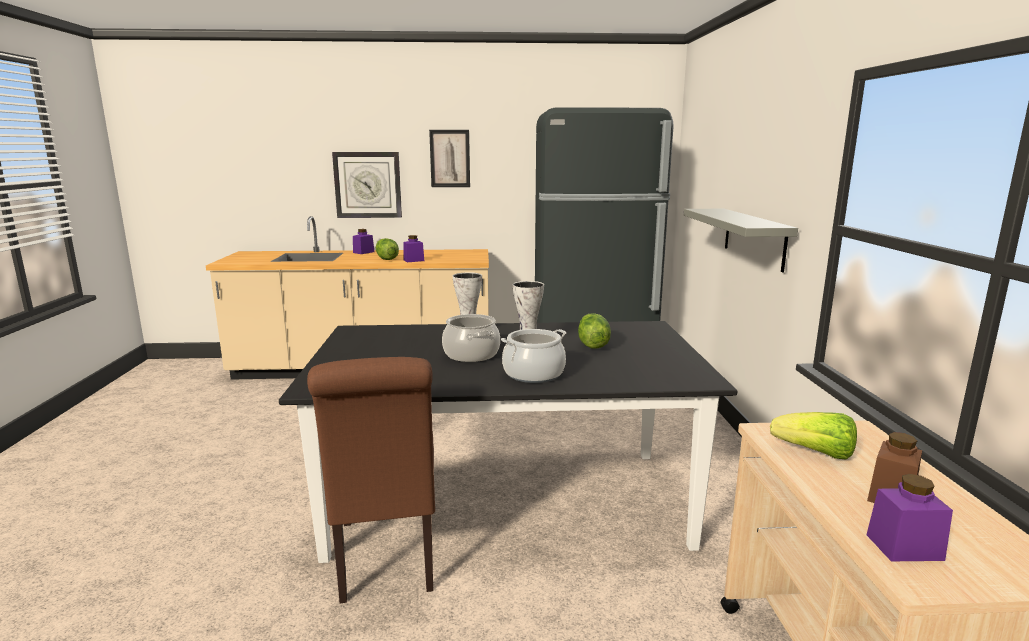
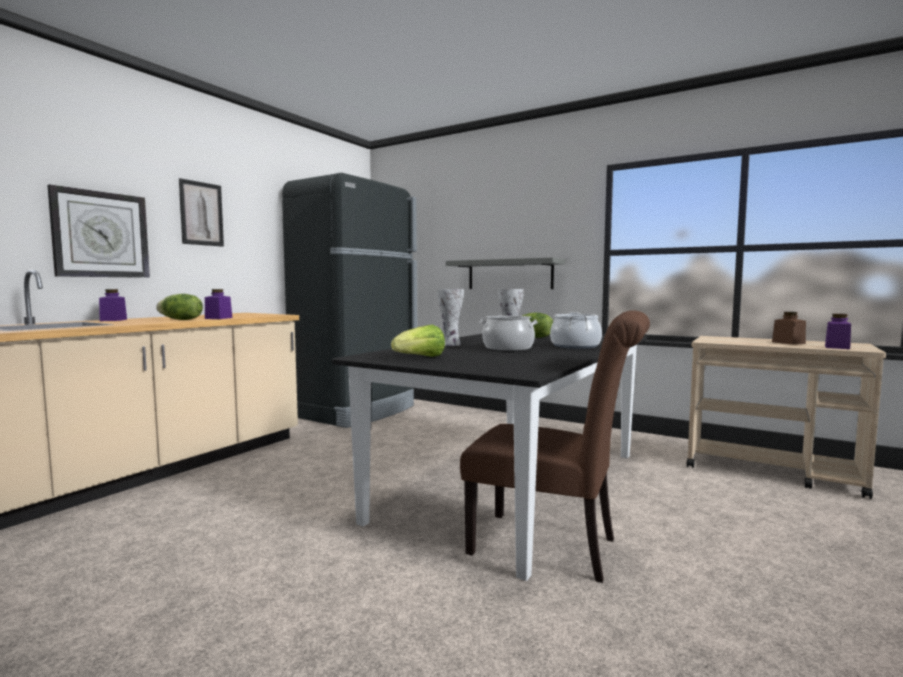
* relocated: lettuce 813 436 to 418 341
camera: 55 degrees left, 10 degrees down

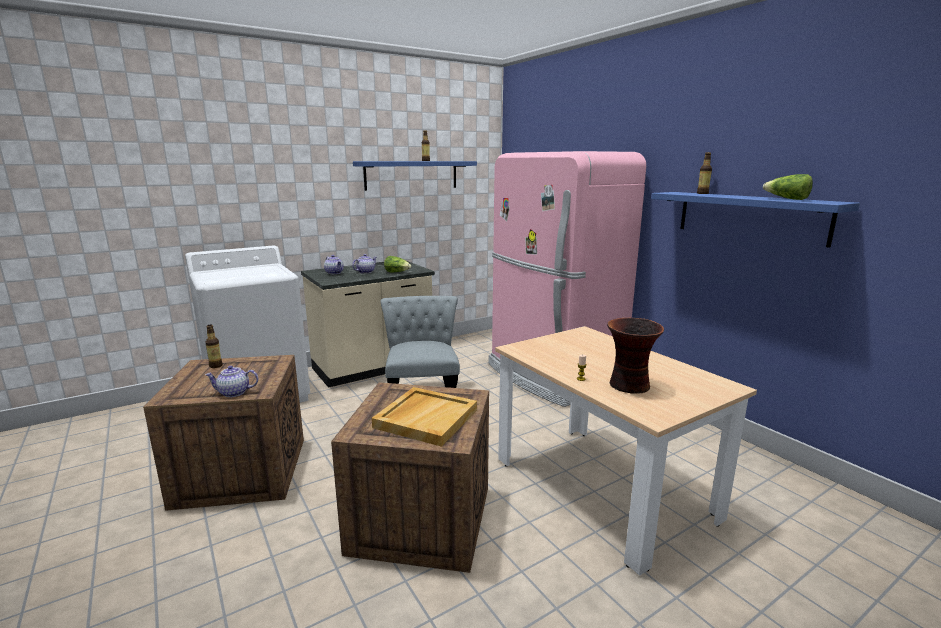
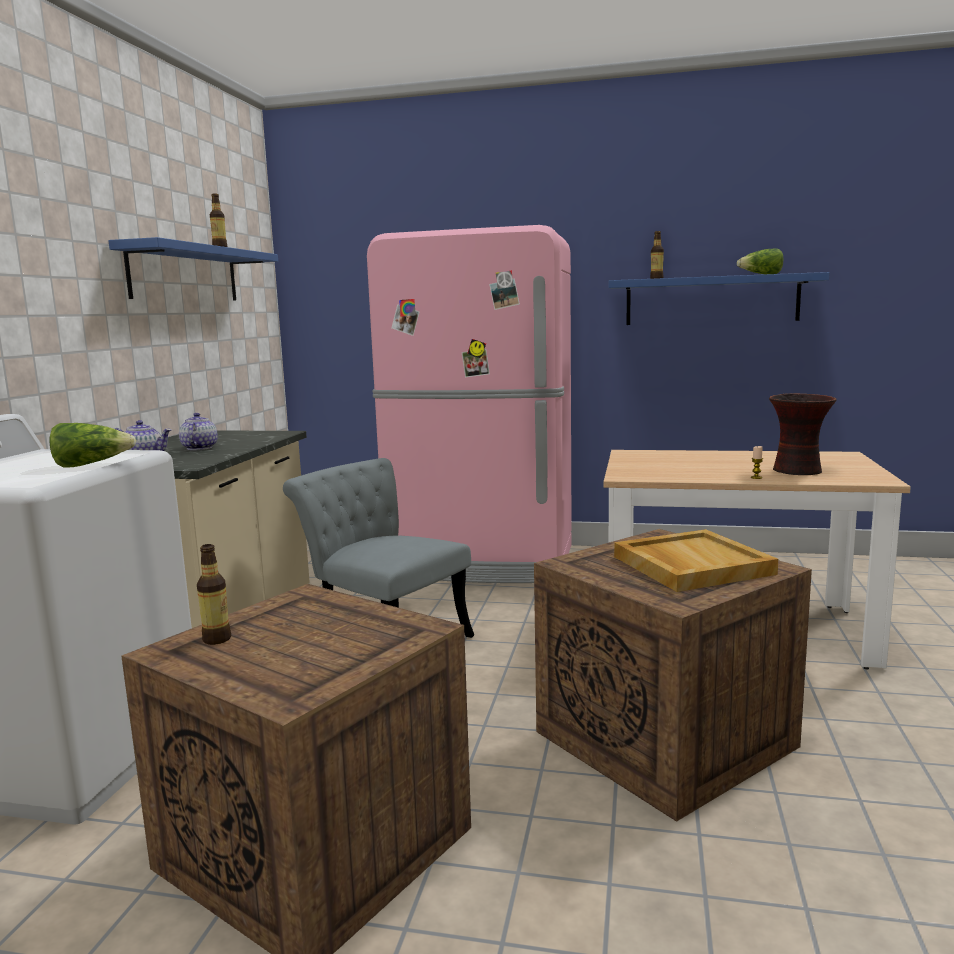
* missing: teapot 231 381
* relocated: lettuce 397 264 to 93 445
camera: 45 degrees left, 5 degrees down

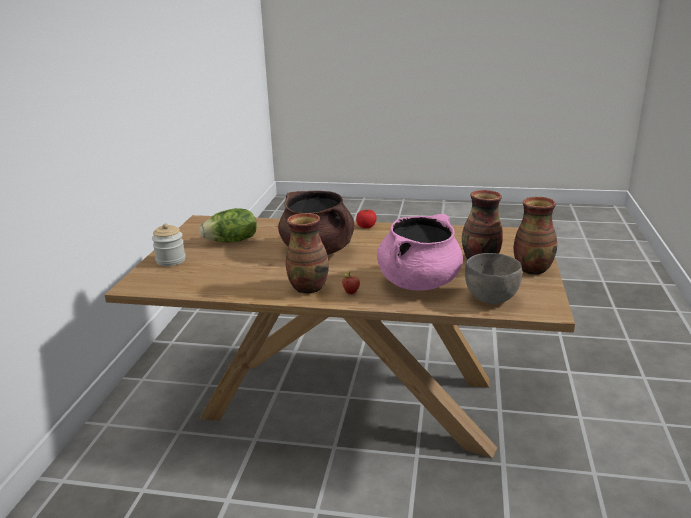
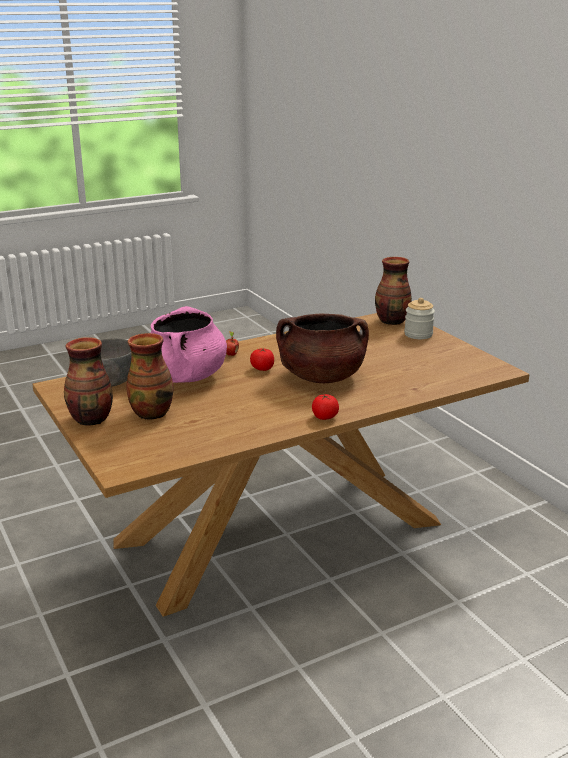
* missing: lettuce 228 225
* relocated: vase 307 253 to 393 291
* appeared: tomato 262 359
camera: 140 degrees right, 0 degrees up

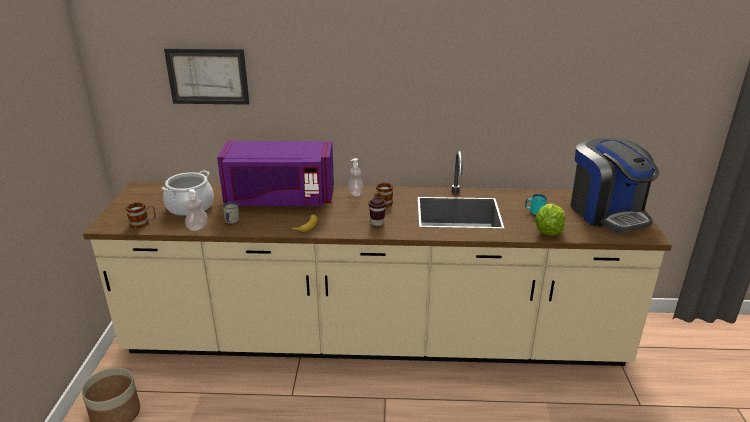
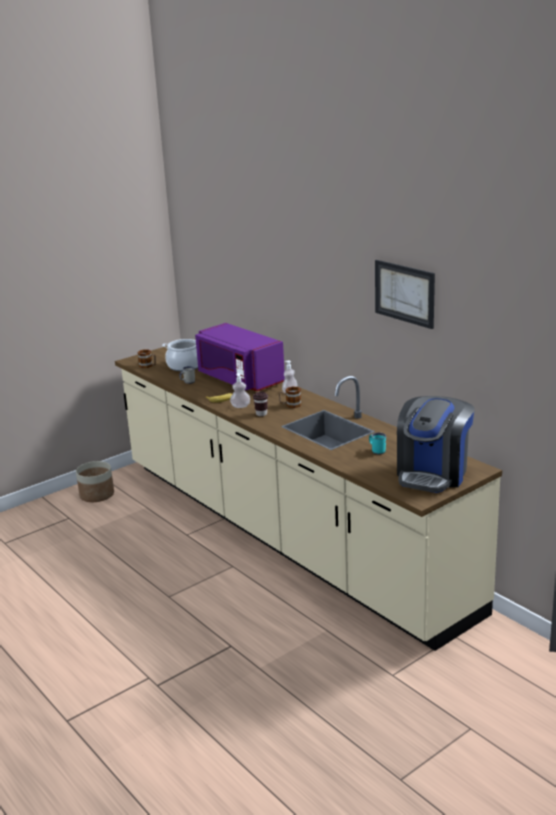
* relocated: picture 206 76 to 405 294
* relocated: soap_dispenser 196 210 to 240 390
* missing: lettuce 550 219
camera: 50 degrees right, 5 degrees down

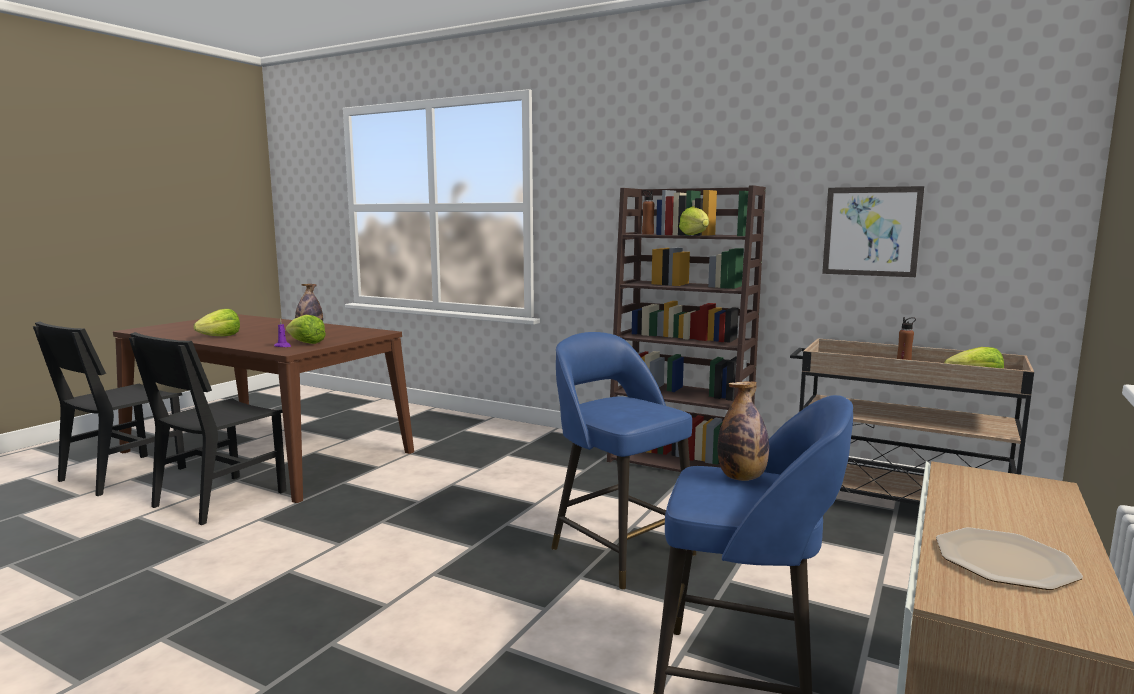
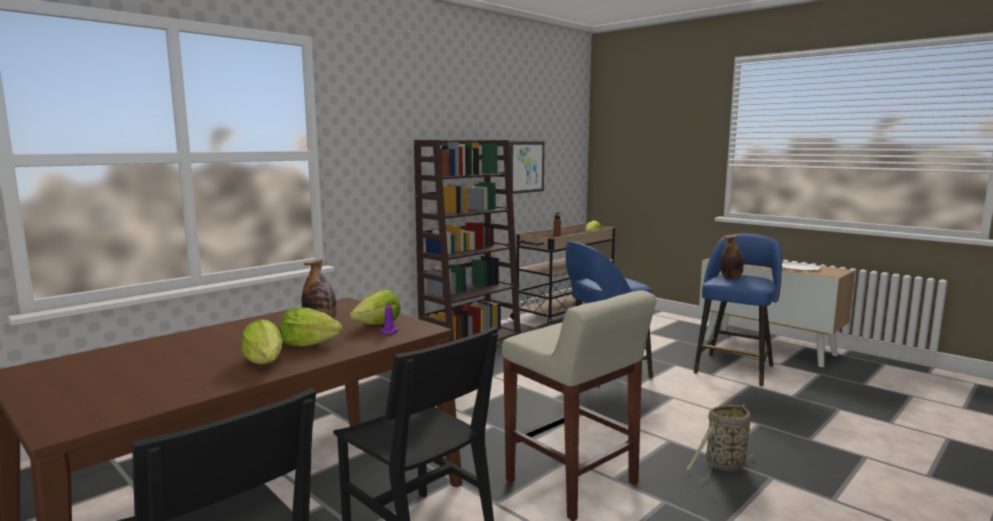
* relocated: lettuce 694 220 to 311 327
* appeared: beige_stool 579 405
* appeared: basket 719 442
camera: 75 degrees left, 0 degrees up

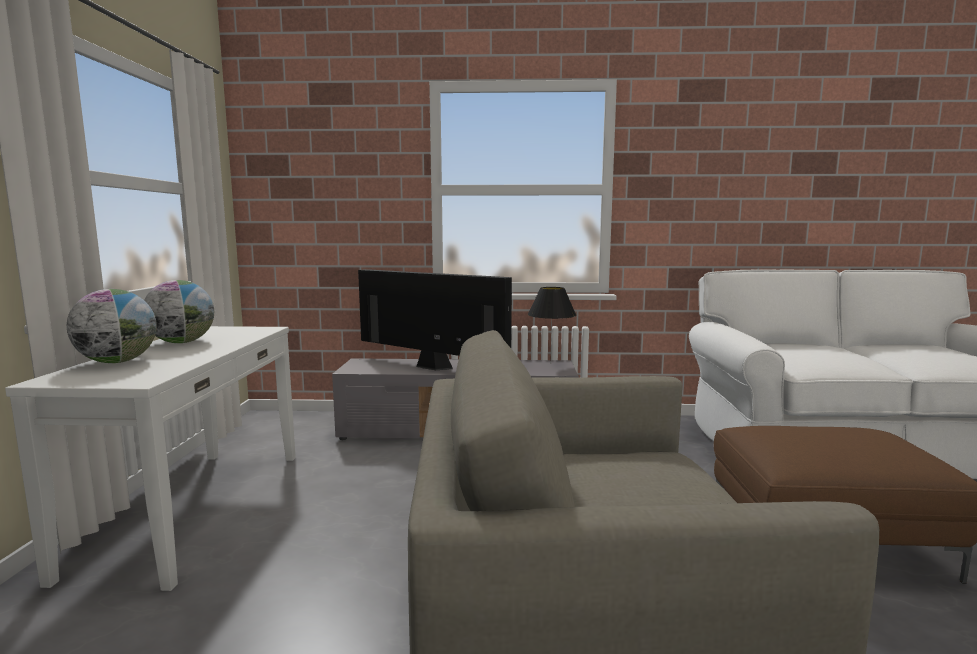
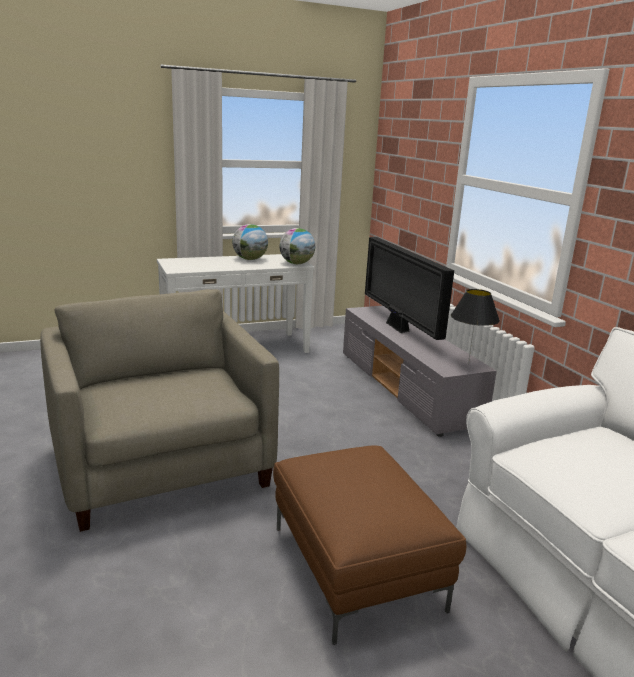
* relocated: globe 112 326 to 297 246
* spun: television 435 319 = 409 288 150 degrees clockwise
camera: 65 degrees right, 10 degrees up

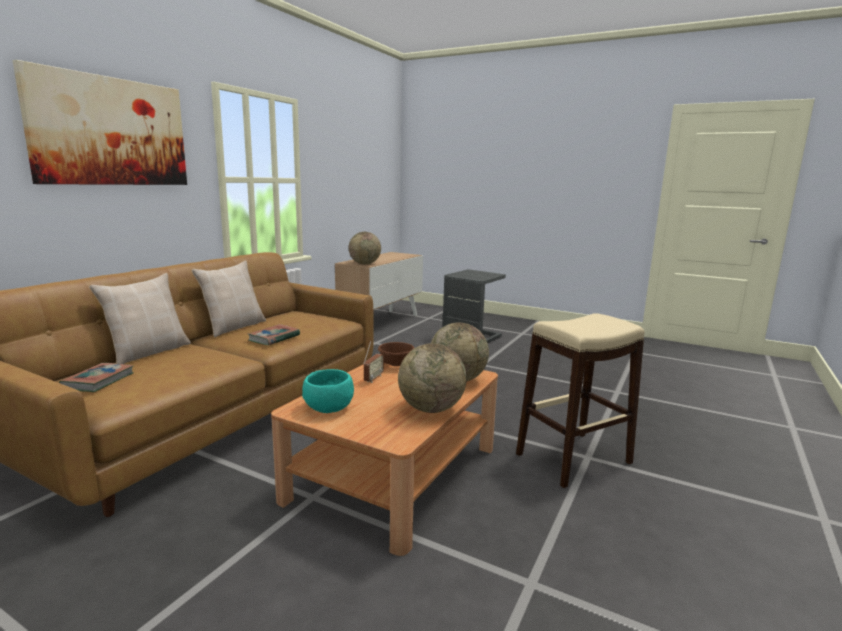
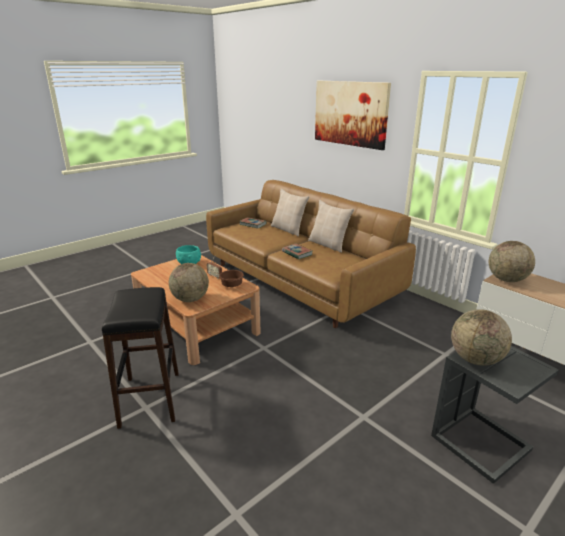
* relocated: globe 432 378 to 481 337
* colour: beige_stool 580 400 to black_stool 140 358
camera: 110 degrees right, 10 degrees up

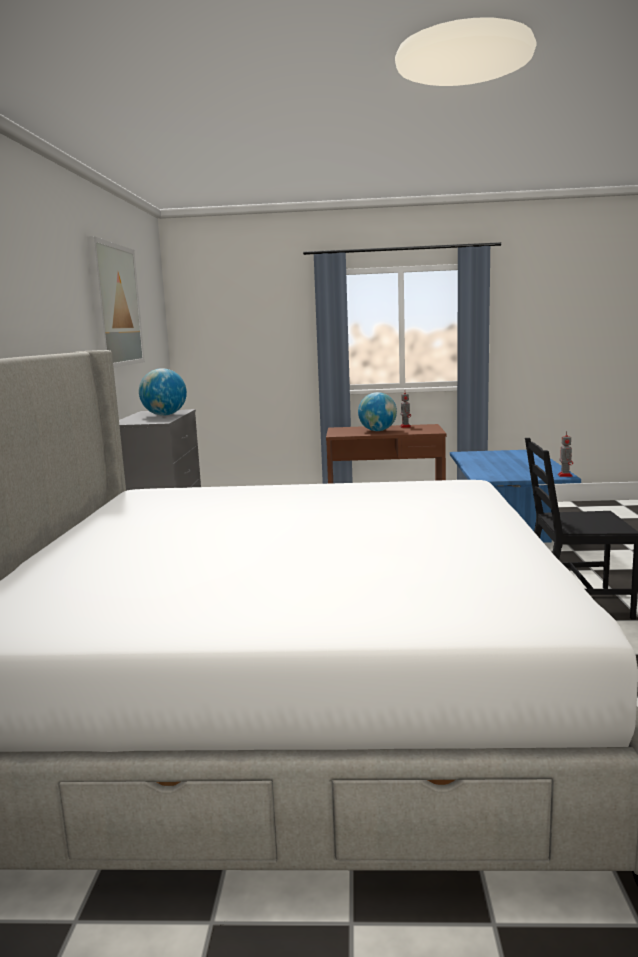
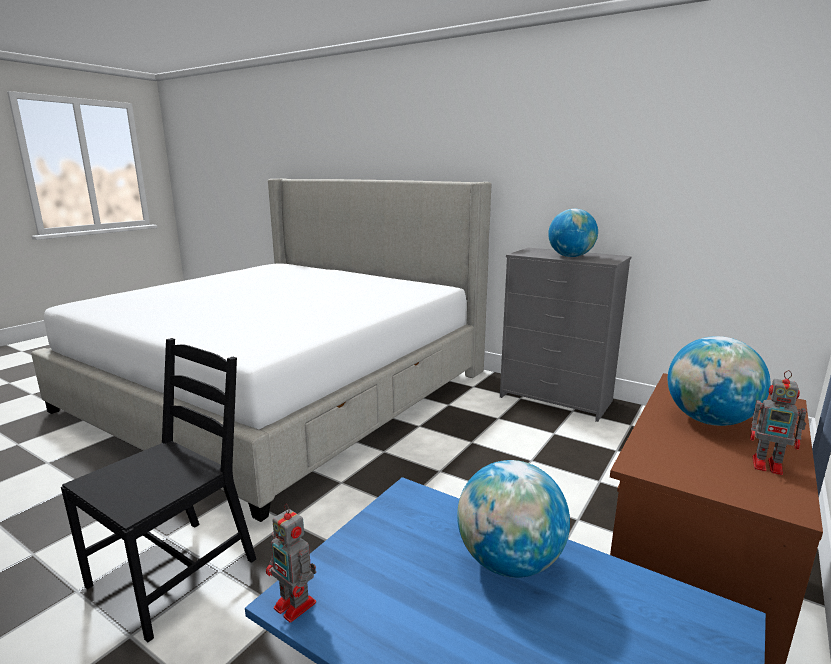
* missing: picture 116 302
* appeared: globe 513 519
camera: 120 degrees right, 5 degrees up

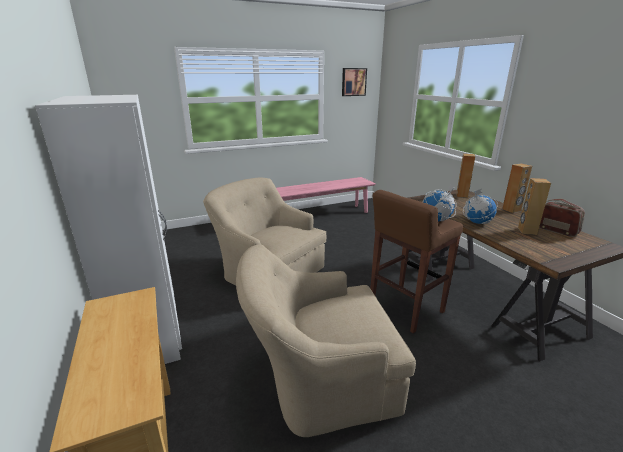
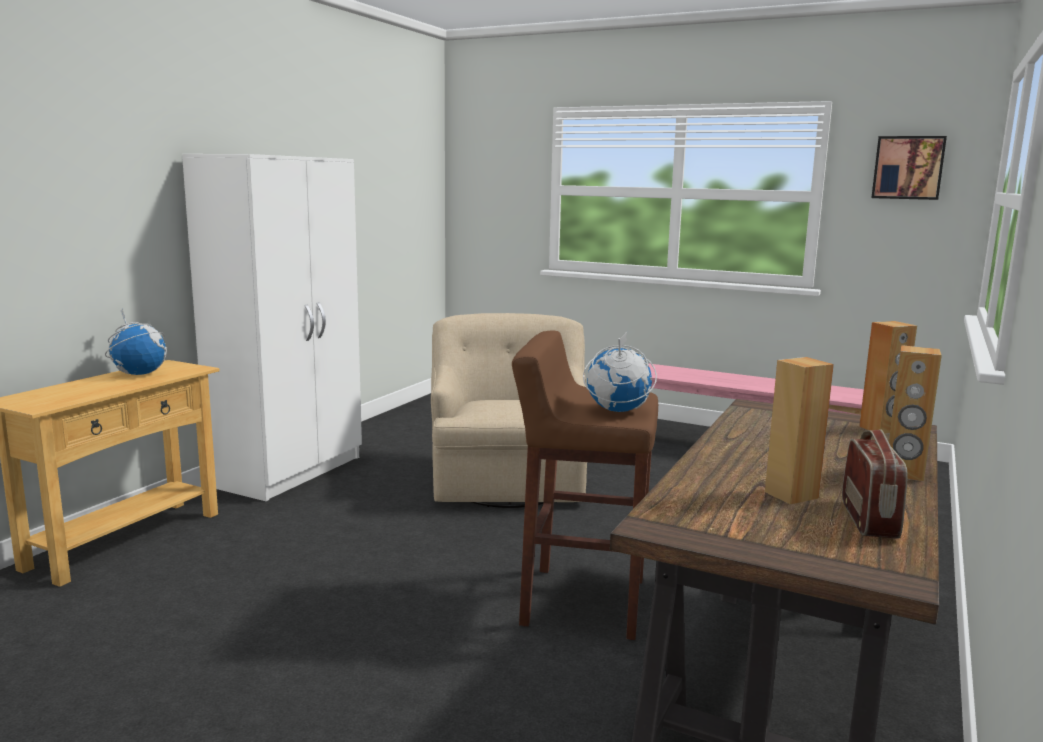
* missing: beige_armchair 326 340
* relocated: globe 480 206 to 136 342
camera: 50 degrees right, 10 degrees down

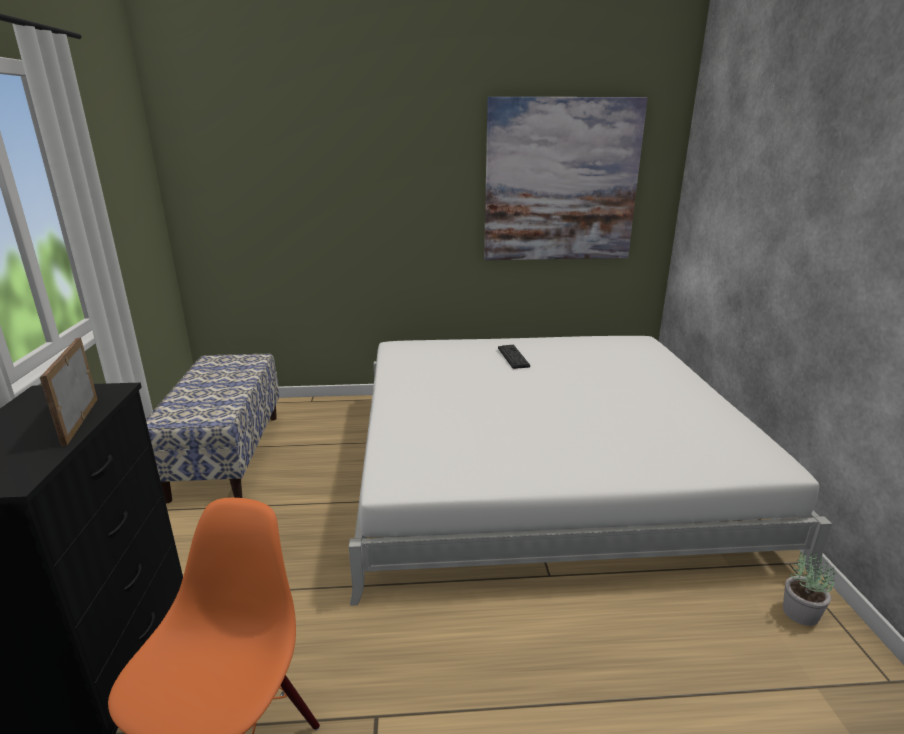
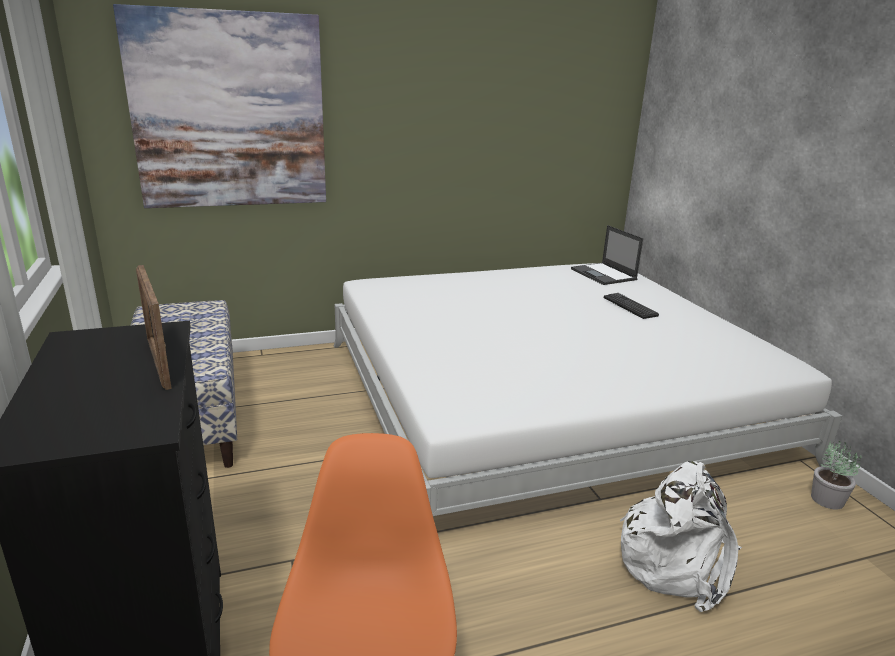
* relocated: picture 566 178 to 219 106
* relocated: keyboard 514 357 to 631 306
* appeared: laptop 607 255
* appeared: white_backpack 681 536
camera: 15 degrees left, 0 degrees up

